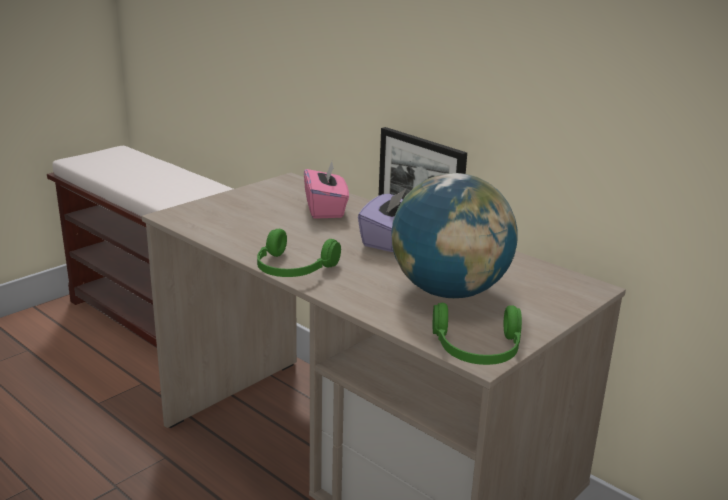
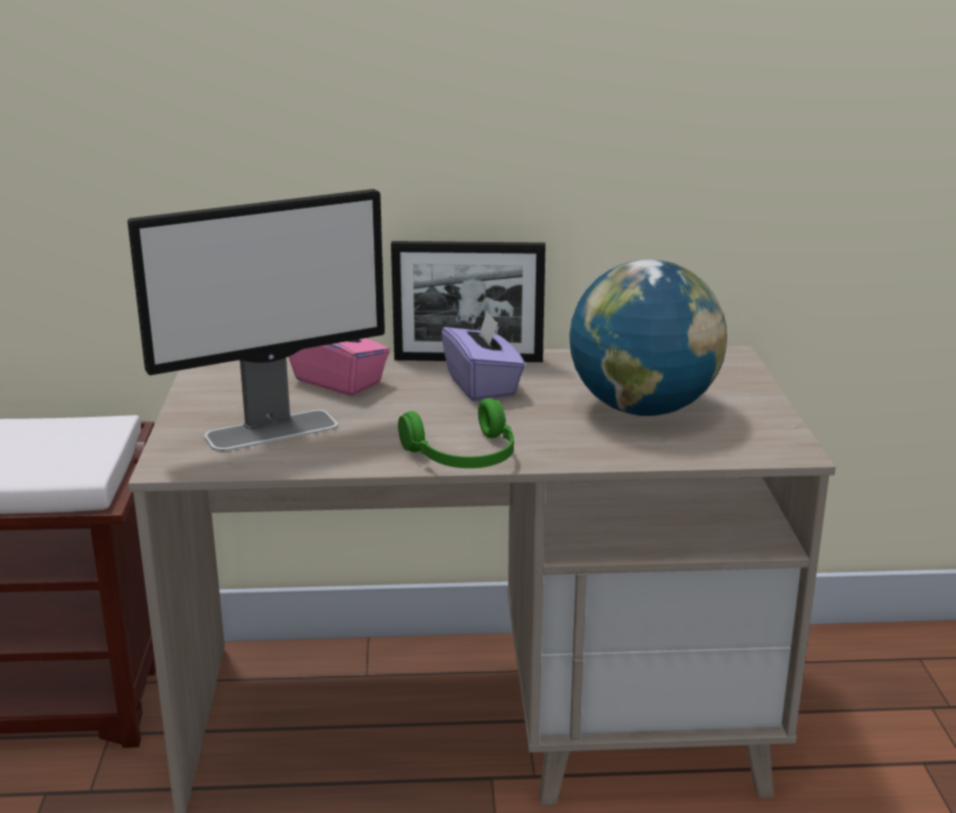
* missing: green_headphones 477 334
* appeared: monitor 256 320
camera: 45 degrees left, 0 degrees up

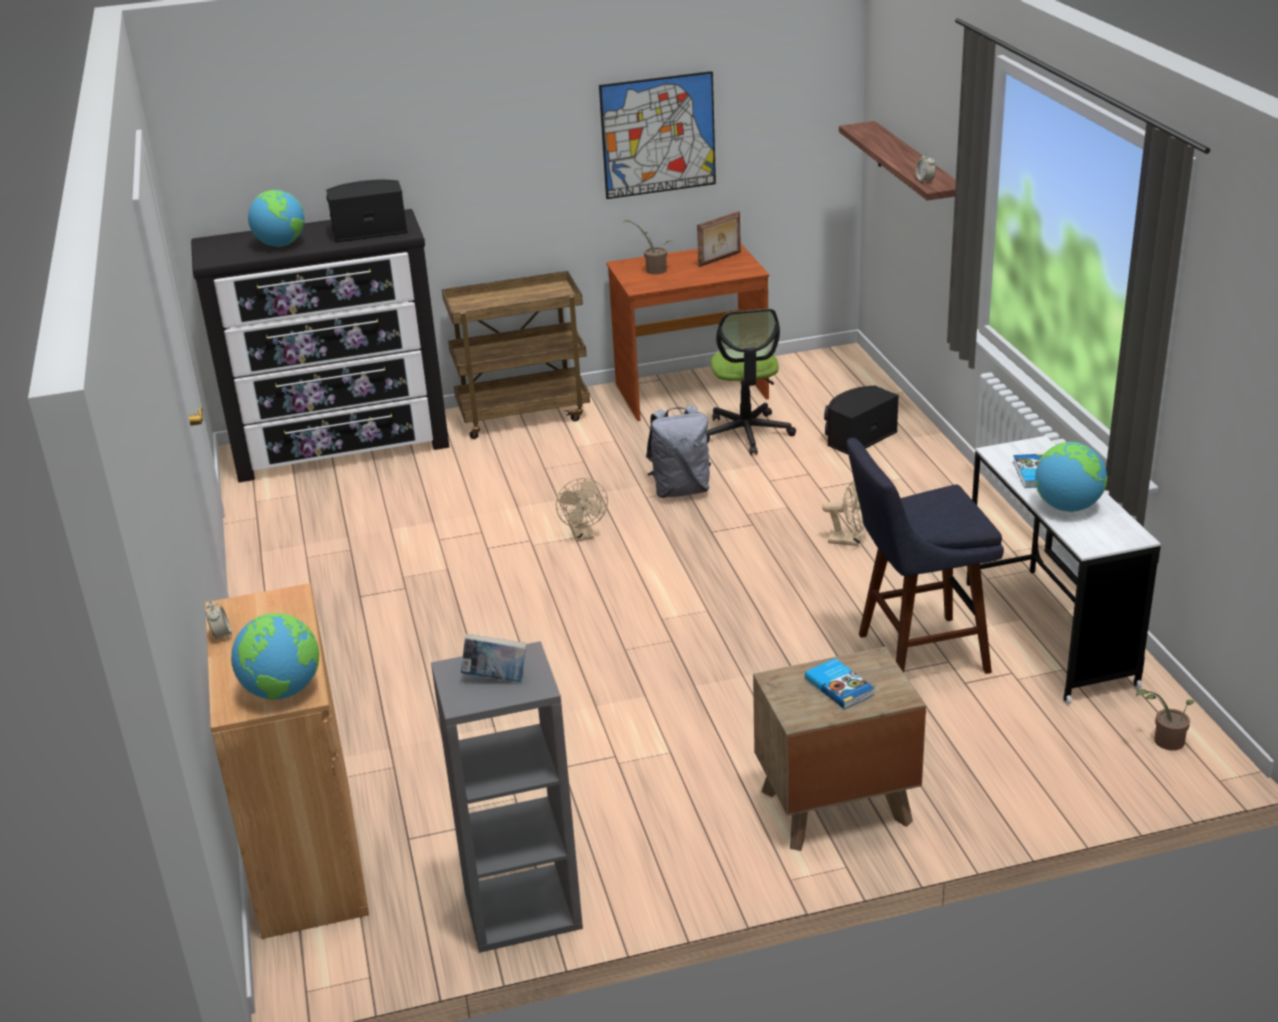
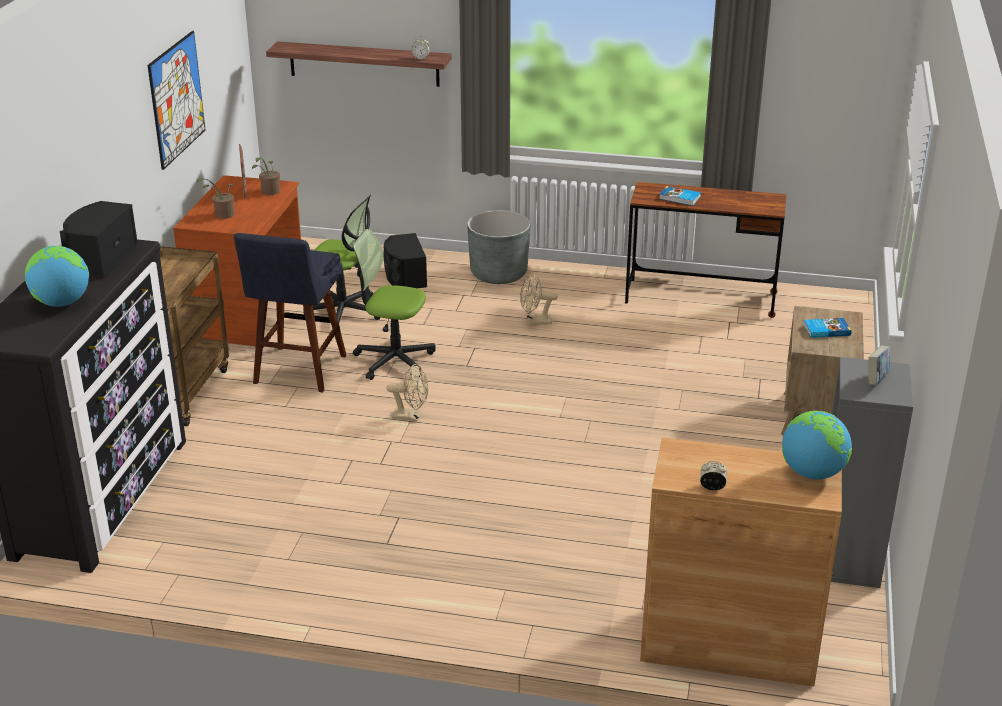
* exchanged: grey_backpack 678 451 to office_chair 394 304
* spun: beige_fan 843 513 = 539 299 135 degrees counterclockwise
* relocated: blue_stool 925 556 to 290 312
* colour: white_desk 1063 570 to brown_desk 706 250
* missing: globe 1071 477
* relocated: potted_plant 1165 720 to 266 176
* appeared: grey_planter 498 247
camera: 65 degrees left, 0 degrees up

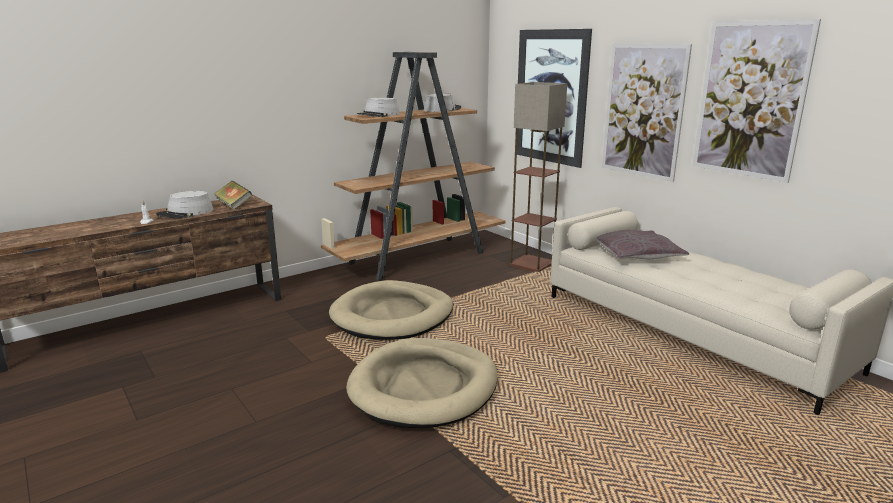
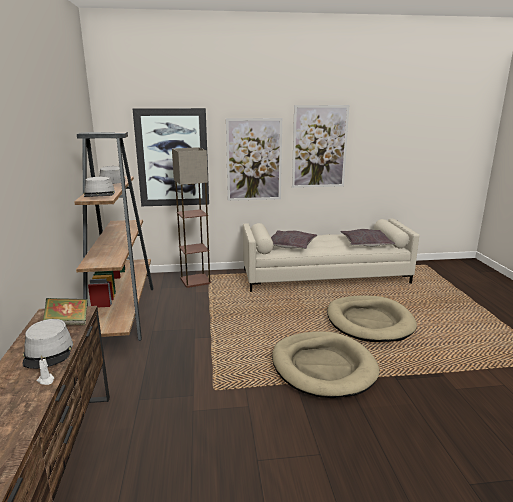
* relocated: beige_dog_bed 391 310 to 372 319
* appeared: grey_pillow 368 238
camera: 60 degrees left, 0 degrees up

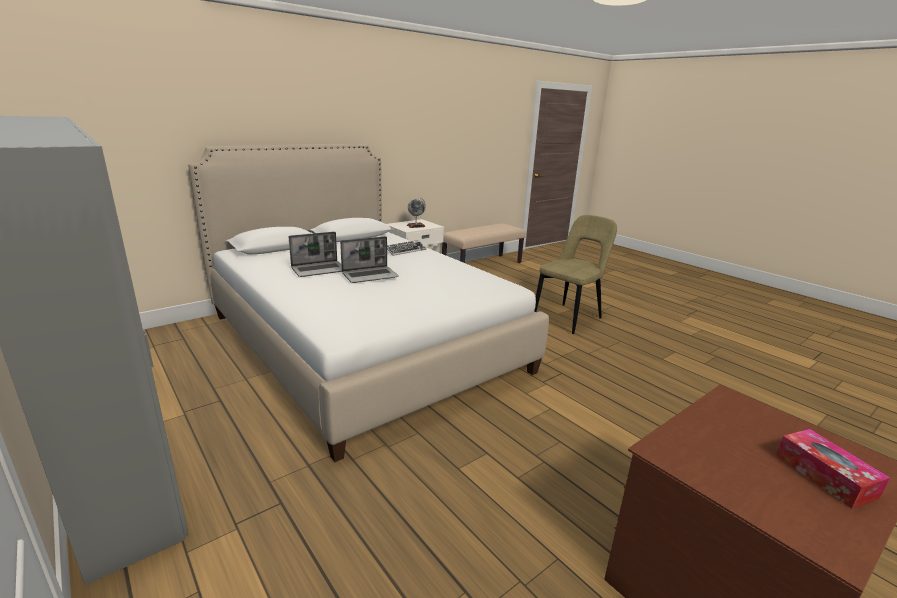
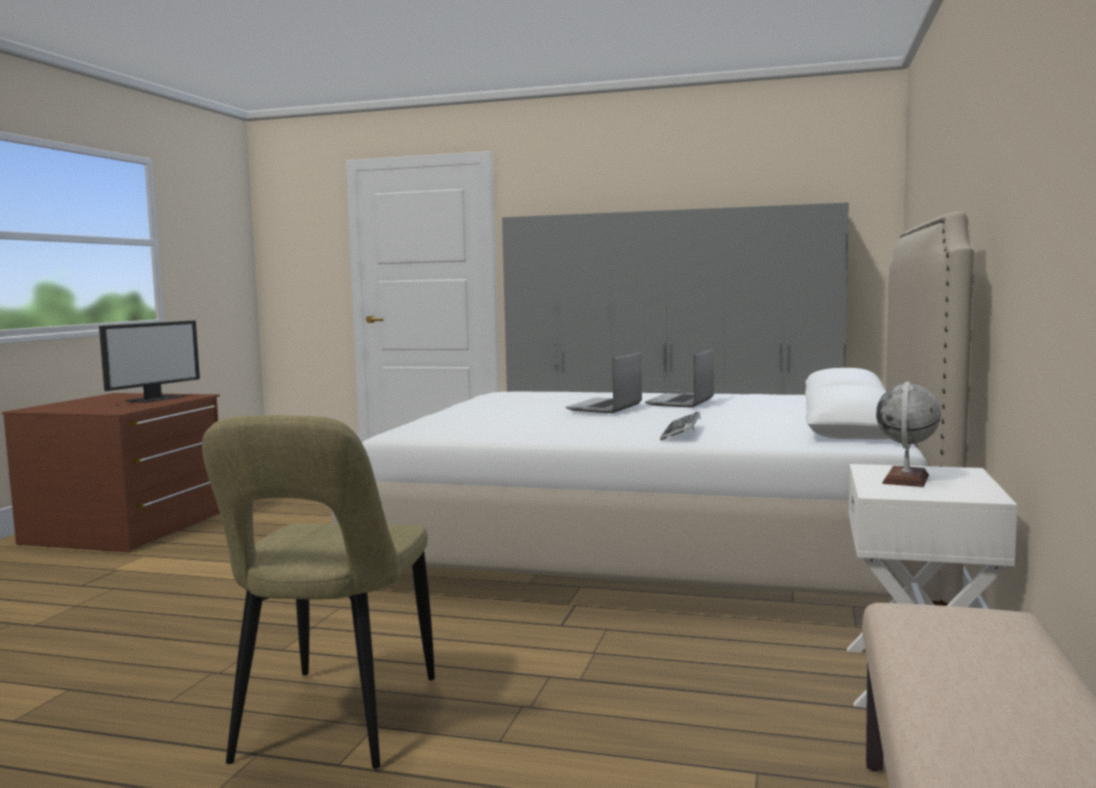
* missing: tissue_box 833 469
* appeared: monitor 149 361
camera: 145 degrees right, 15 degrees down

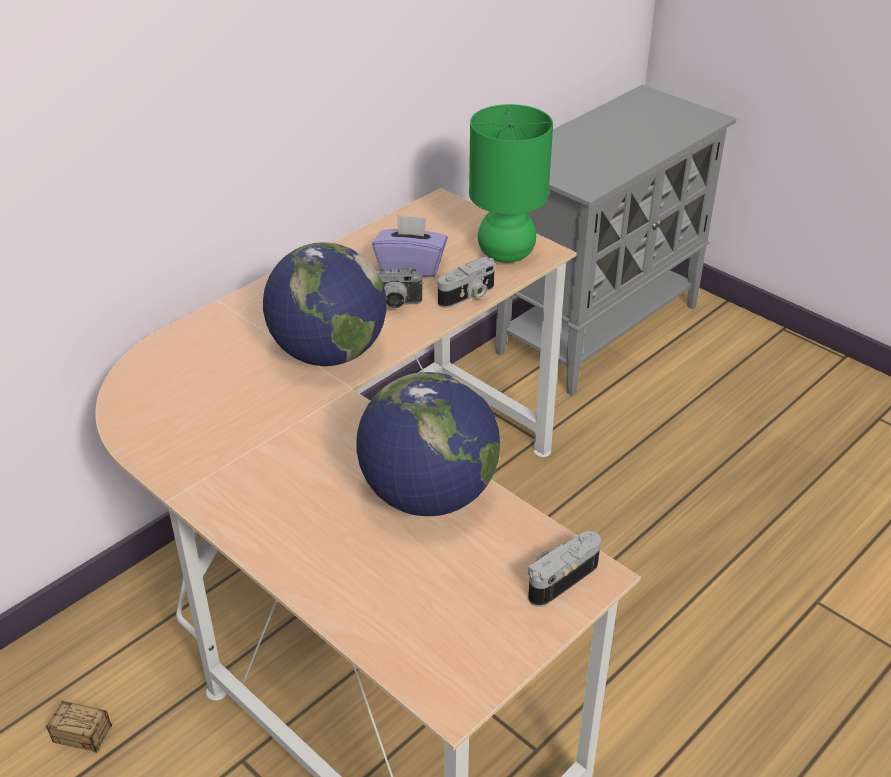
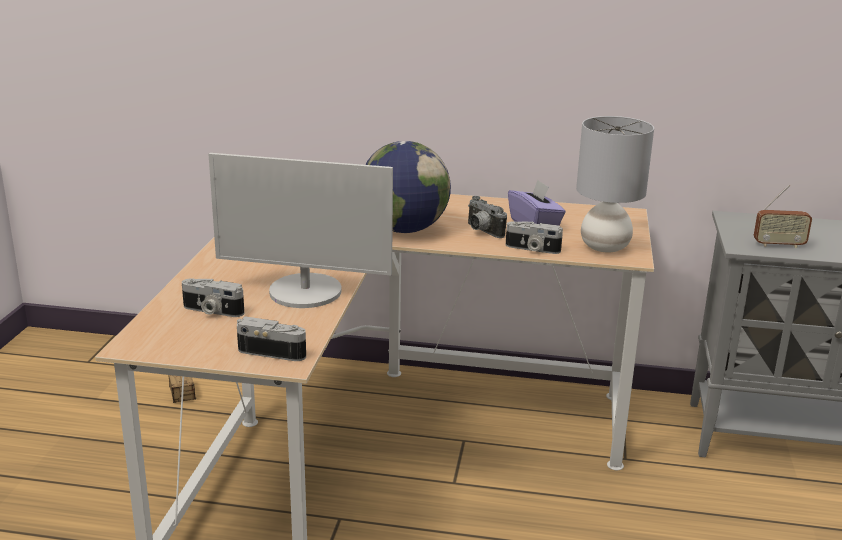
* exchanged: globe 428 444 to monitor 300 230
* colour: green_table_lamp 511 183 to grey_table_lamp 615 184
* appeared: photo_camera 213 297
* appeared: radio 783 216
camera: 55 degrees right, 15 degrees down

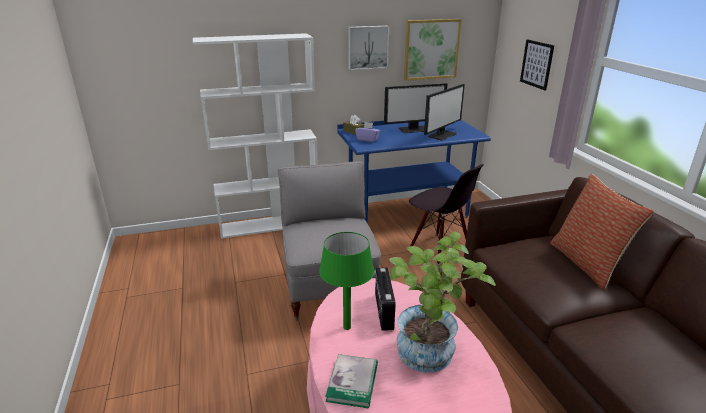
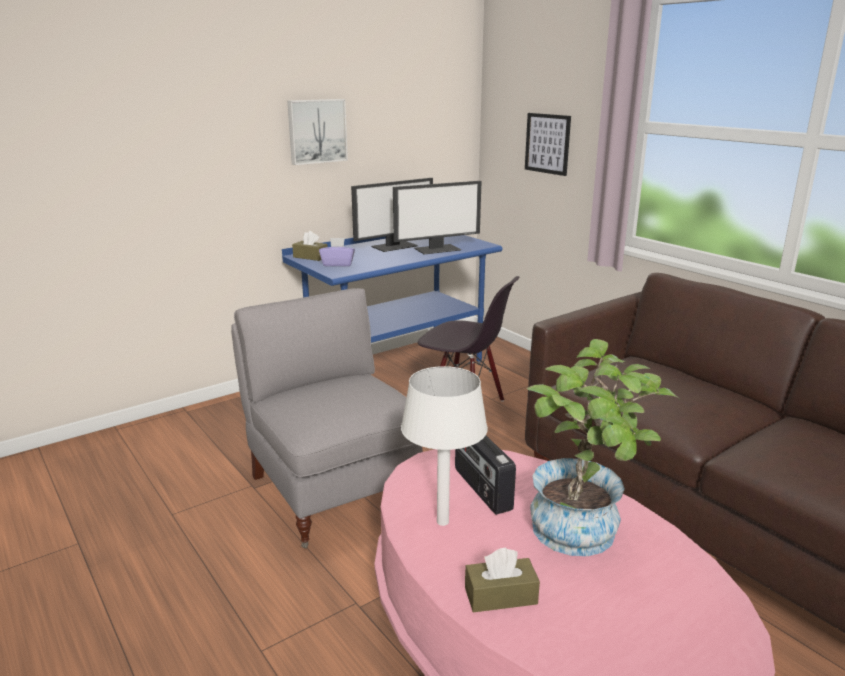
* missing: white_bookcase 255 136
* colour: green_table_lamp 346 281 to white_table_lamp 444 446
* exchanged: book 351 381 to brown_tissue_box 502 580
* missing: picture 433 50
* spun: monitor 444 112 = 437 218 45 degrees clockwise
* missing: pillow 602 232
camera: 20 degrees left, 5 degrees down

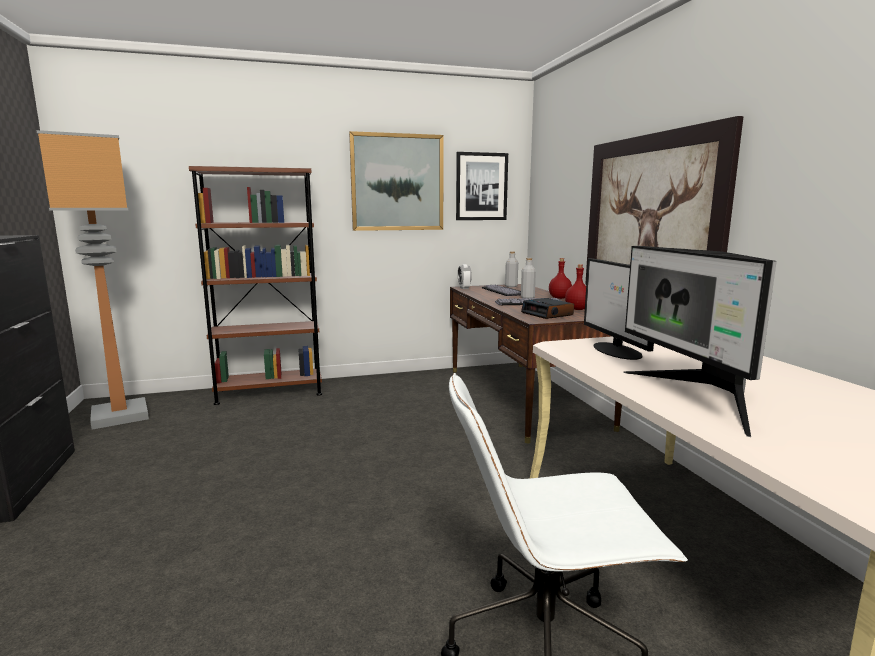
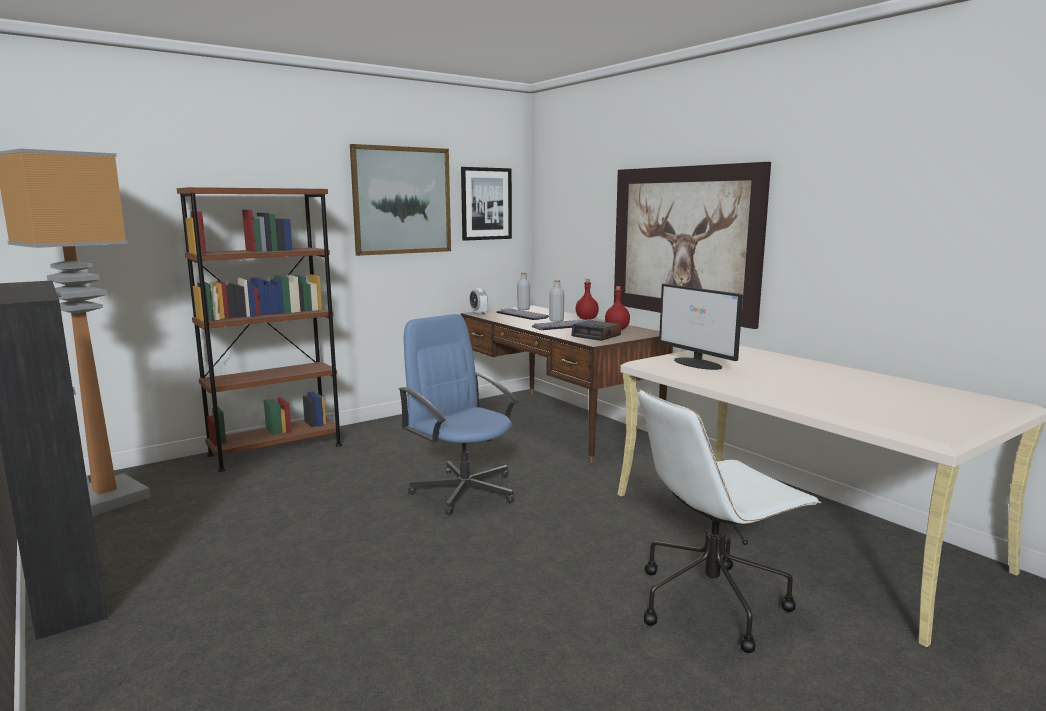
* missing: monitor 700 341
* appeared: blue_office_chair 458 414
camera: 20 degrees left, 0 degrees up

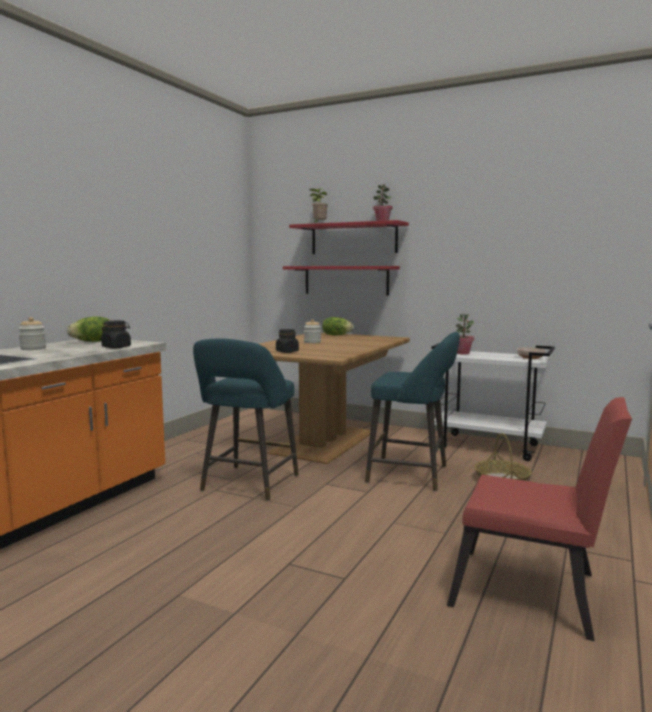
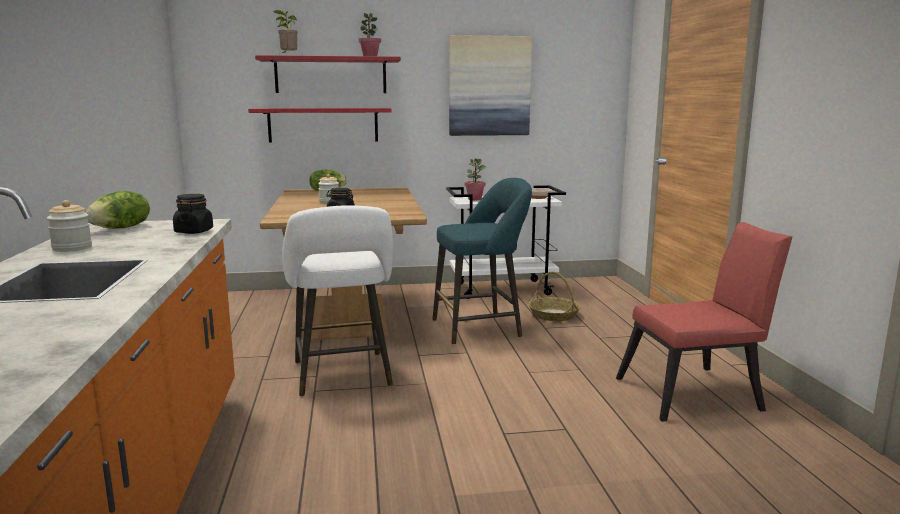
* colour: turquoise_stool 246 420 to white_stool 337 301
* appeared: picture 490 85
camera: 35 degrees left, 5 degrees up

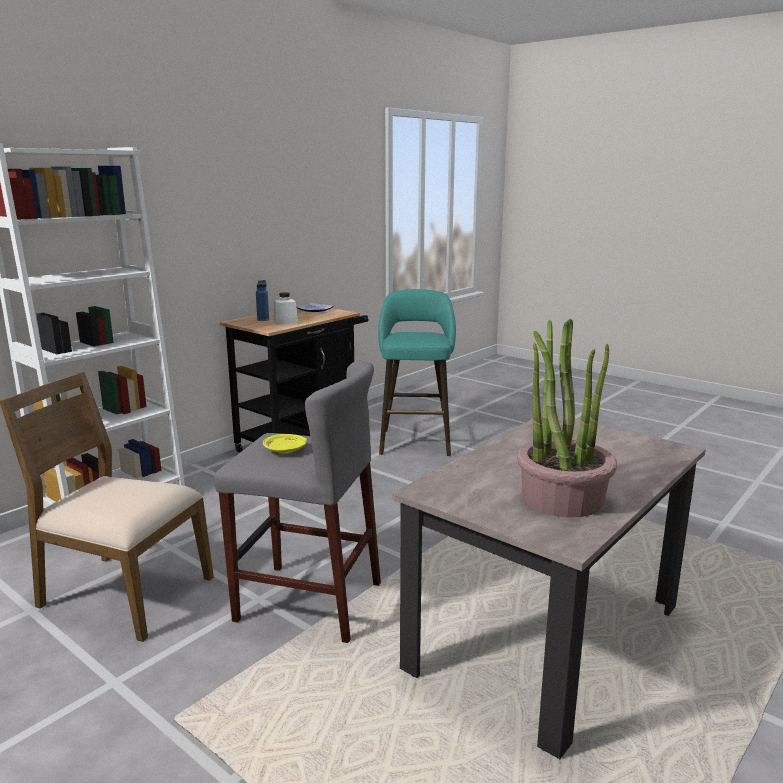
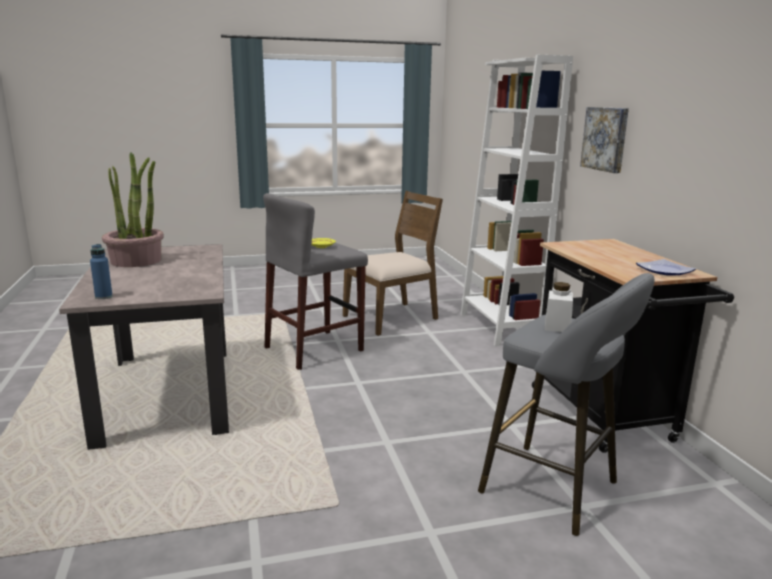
* relocated: blue_bottle 262 300 to 101 271
* relocated: white_jar 286 308 to 559 307
* colour: turquoise_stool 417 372 to grey_stool 566 404
* appeared: picture 604 140
camera: 125 degrees right, 0 degrees up

